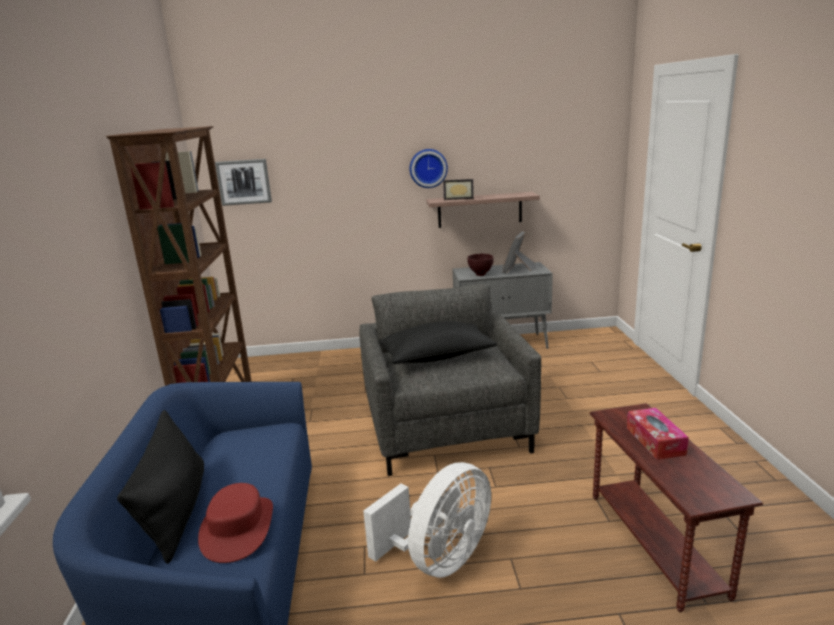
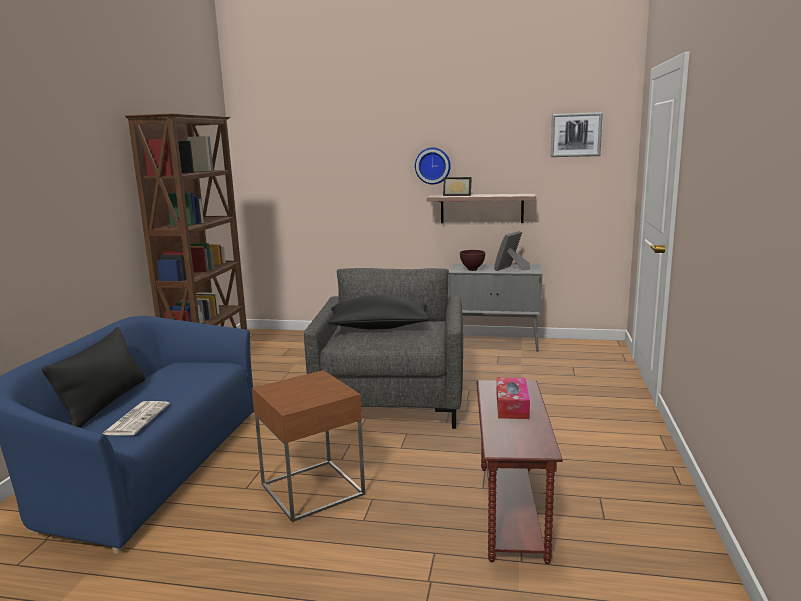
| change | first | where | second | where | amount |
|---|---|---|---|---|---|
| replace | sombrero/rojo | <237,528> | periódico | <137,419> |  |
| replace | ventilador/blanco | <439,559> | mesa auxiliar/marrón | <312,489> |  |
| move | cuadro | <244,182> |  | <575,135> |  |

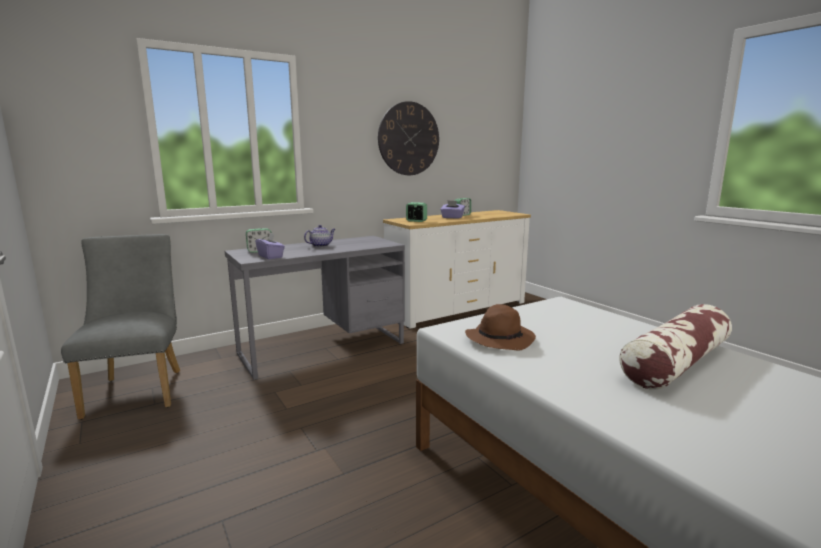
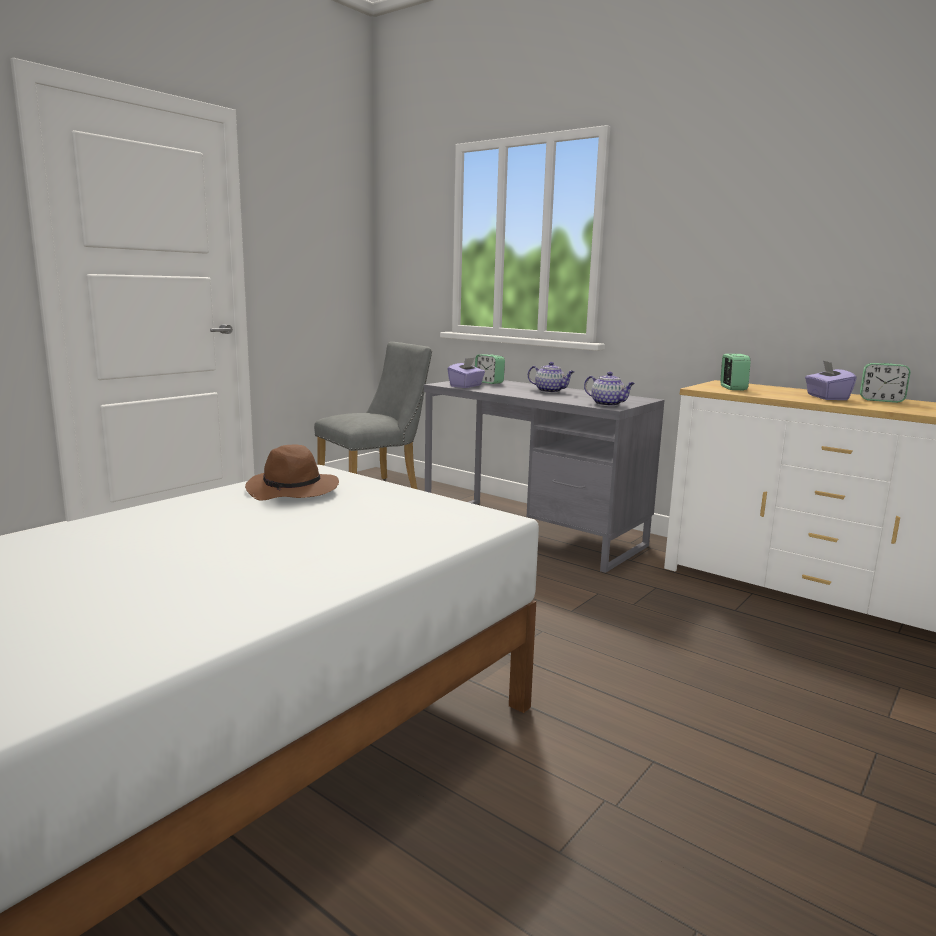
| change | first | where | second | where | amount |
|---|---|---|---|---|---|
| insert |  |  | tetera | <608,404> |  |
| delete | reloj de pared | <409,139> |  |  |  |
| delete | cojín | <676,363> |  |  |  |

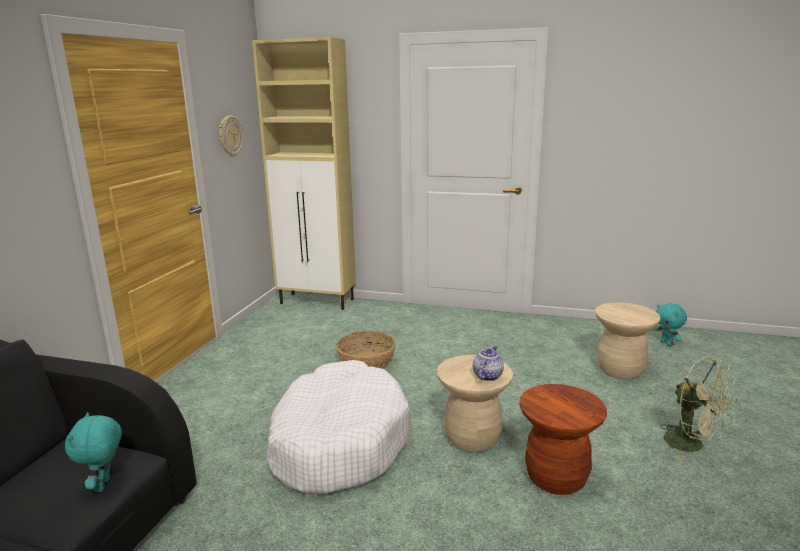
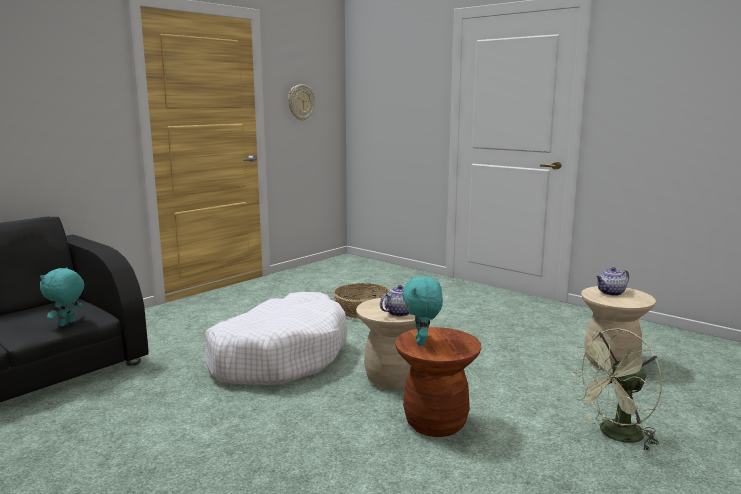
| change | first | where | second | where | amount |
|---|---|---|---|---|---|
| move | peluche/turquesa | <667,343> |  | <422,342> |  |
| rotate | ventilador/verde | <692,445> |  | <615,436> | 75 degrees clockwise |
| insert |  |  | tetera | <611,293> |  |
| delete | armario/beis | <318,301> |  |  |  |

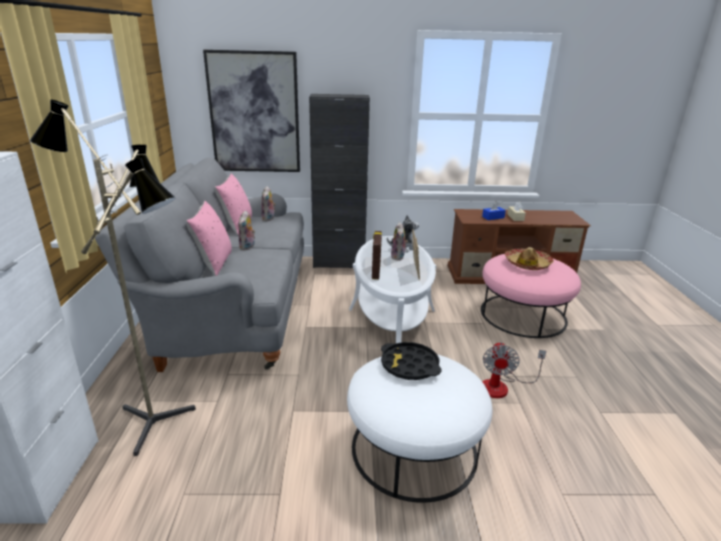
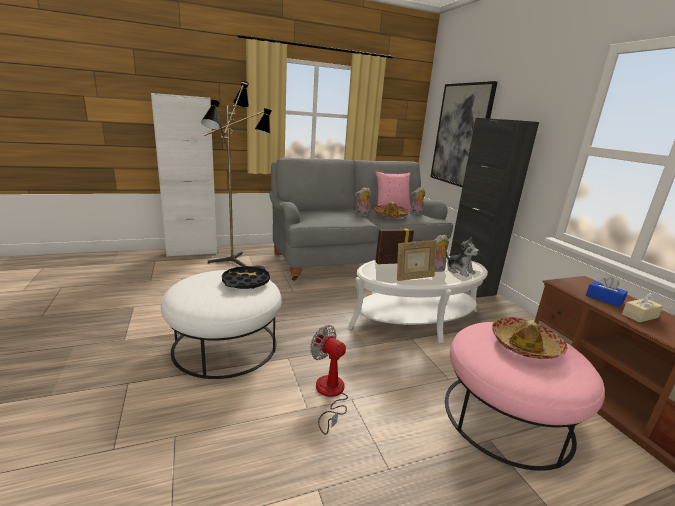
| change | first | where | second | where | amount |
|---|---|---|---|---|---|
| rotate | ventilador | <502,386> |  | <329,394> | 45 degrees clockwise |
| insert |  |  | sombrero | <390,215> |  |
| delete | cojín/rosa | <213,263> |  |  |  |

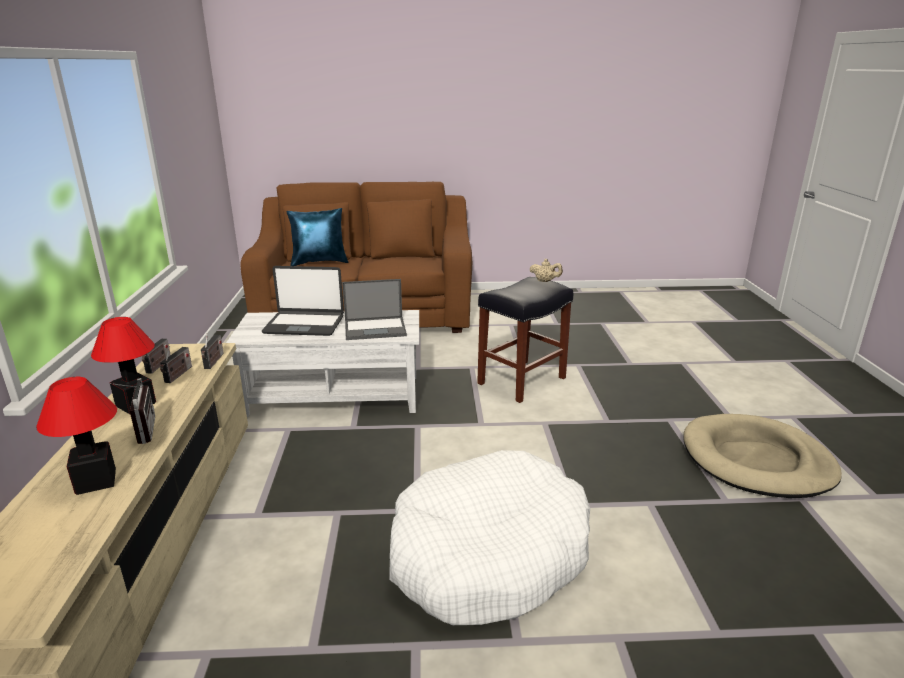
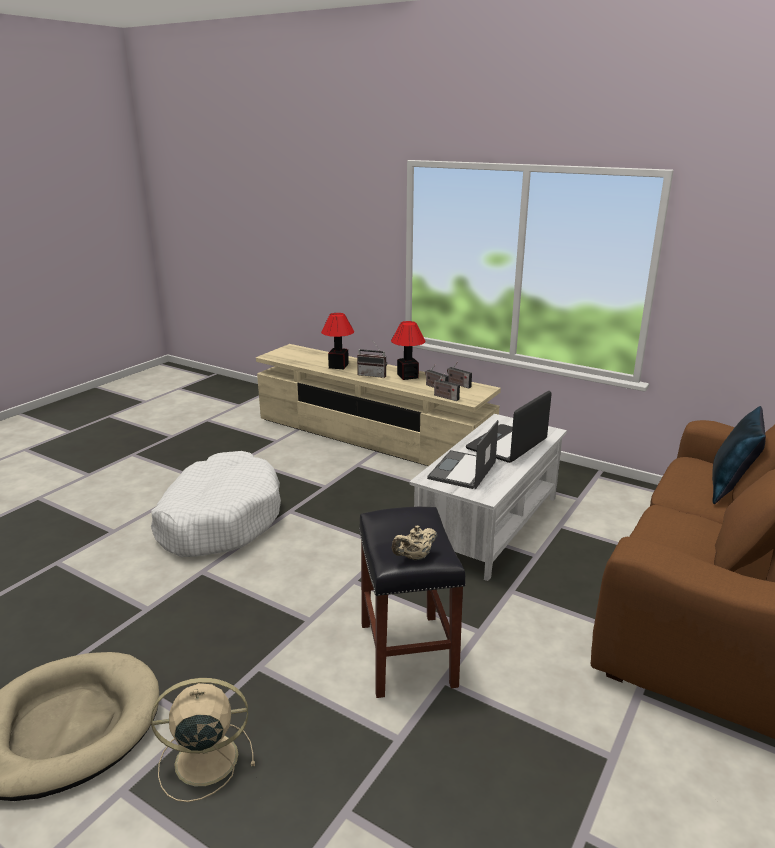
| change | first | where | second | where | amount |
|---|---|---|---|---|---|
| insert |  |  | ventilador/beis | <203,760> |  |

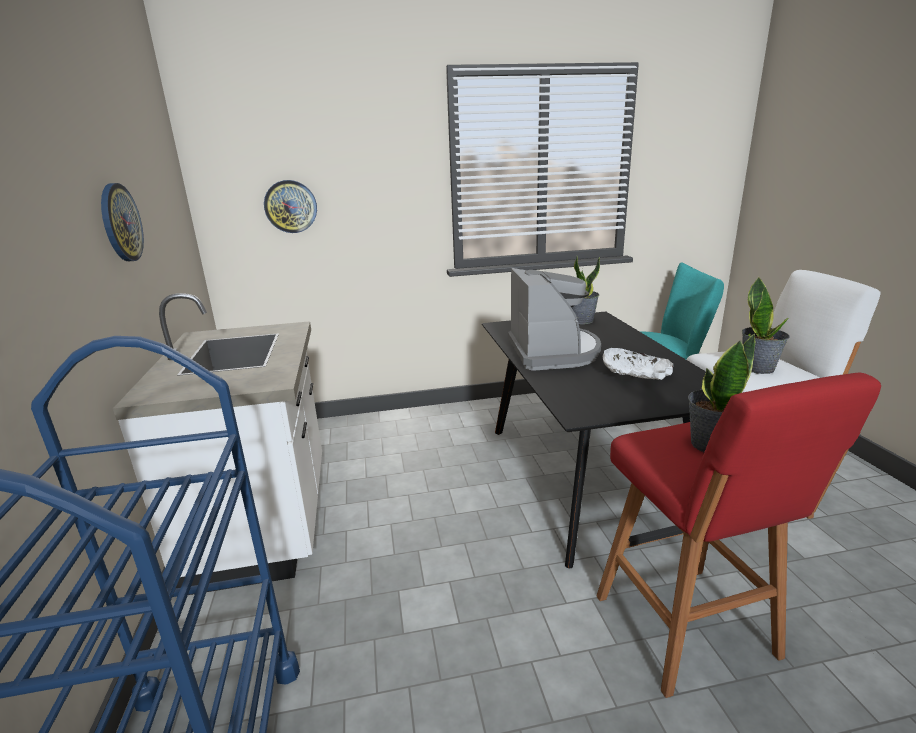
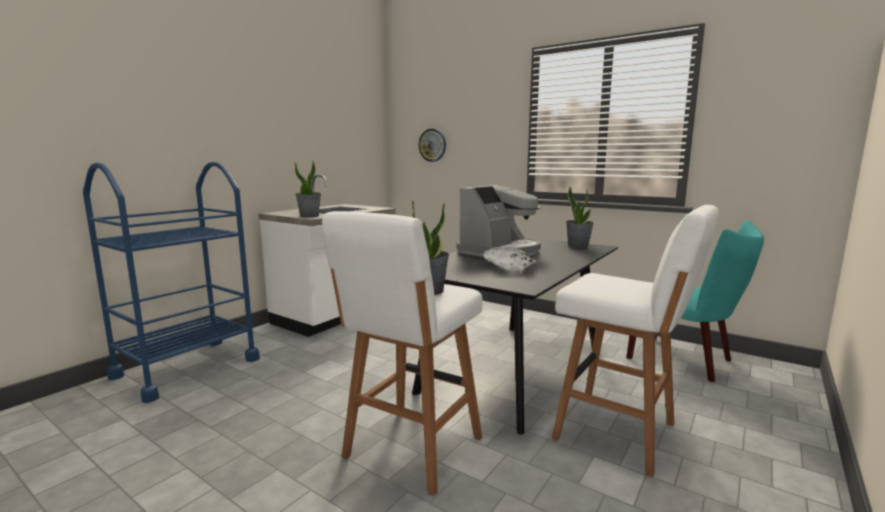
| change | first | where | second | where | amount |
|---|---|---|---|---|---|
| move | planta en maceta | <758,368> |  | <309,216> |  |
| recolor | taburete/rojo | <688,630> | taburete/blanco | <411,450> |  |
| delete | reloj de pared | <120,223> |  |  |  |

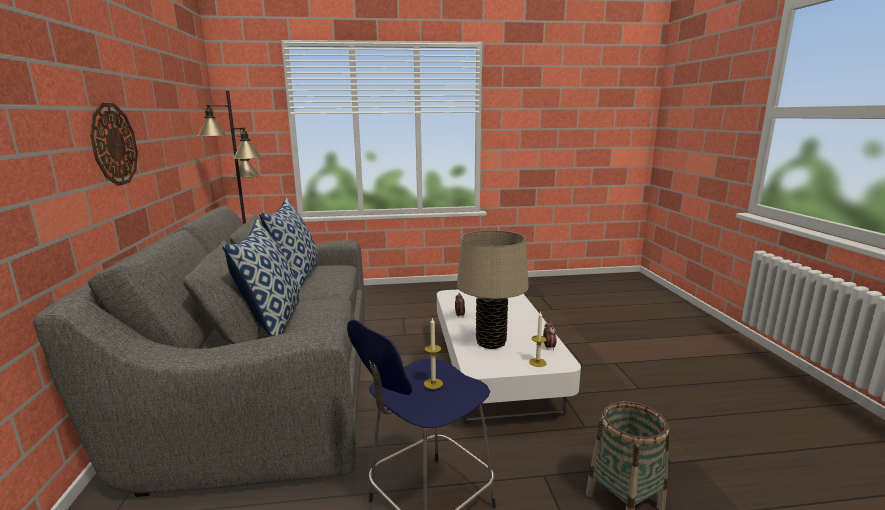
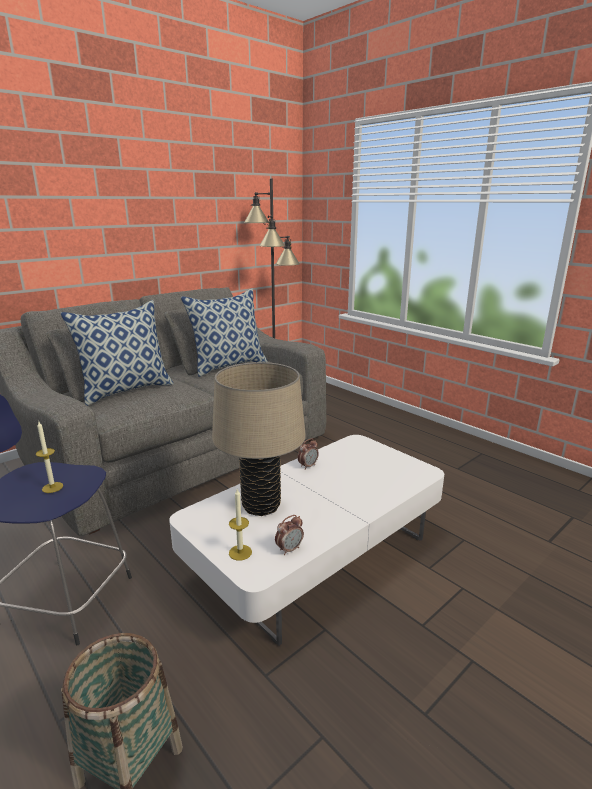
| change | first | where | second | where | amount |
|---|---|---|---|---|---|
| delete | reloj de pared | <113,144> |  |  |  |

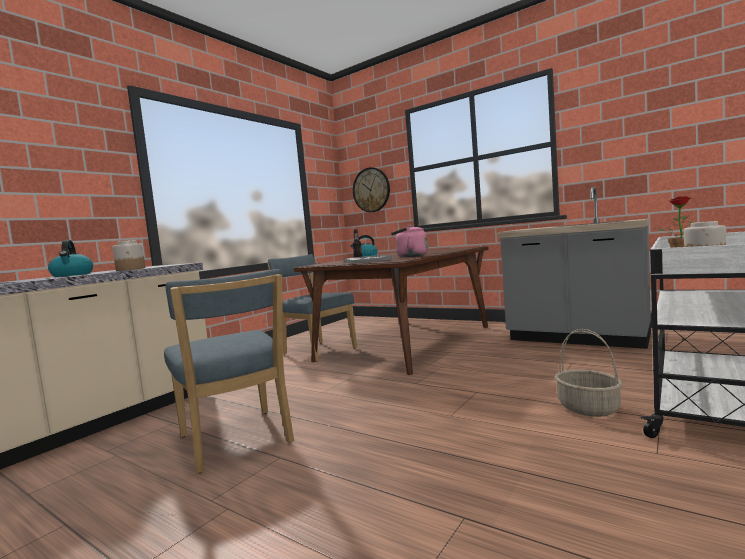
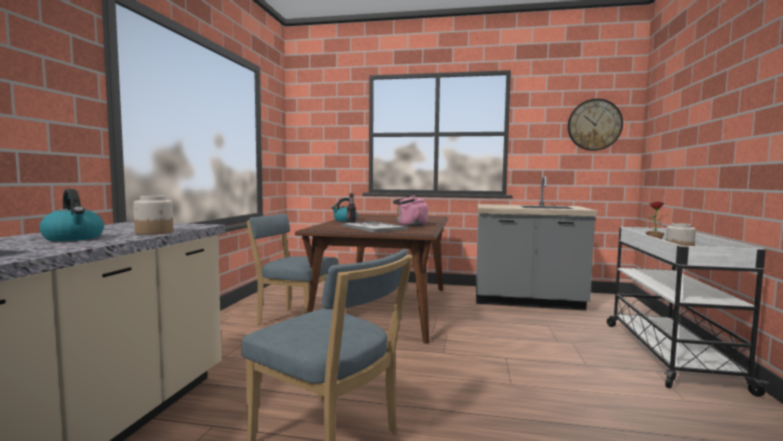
| change | first | where | second | where | amount |
|---|---|---|---|---|---|
| move | reloj de pared | <371,190> |  | <594,125> |  |
| delete | cesta | <589,408> |  |  |  |

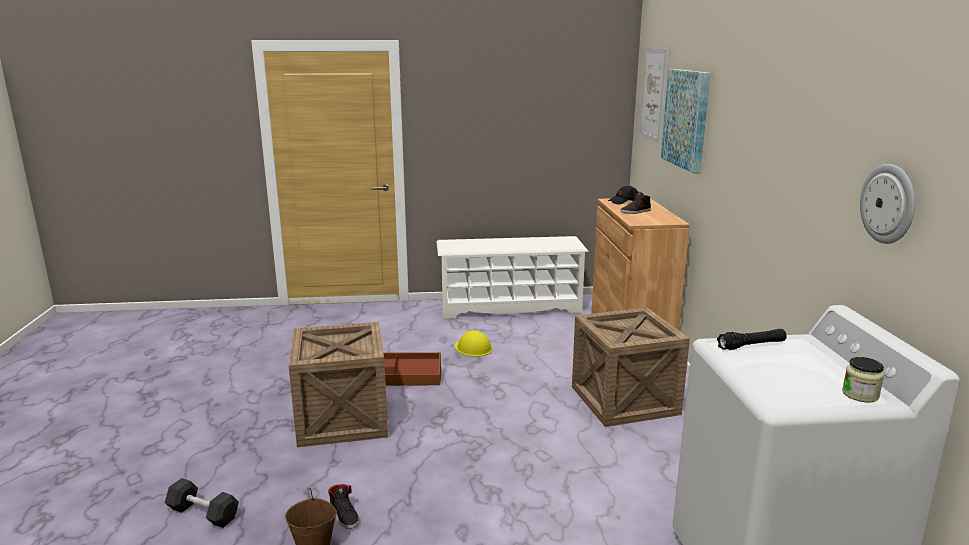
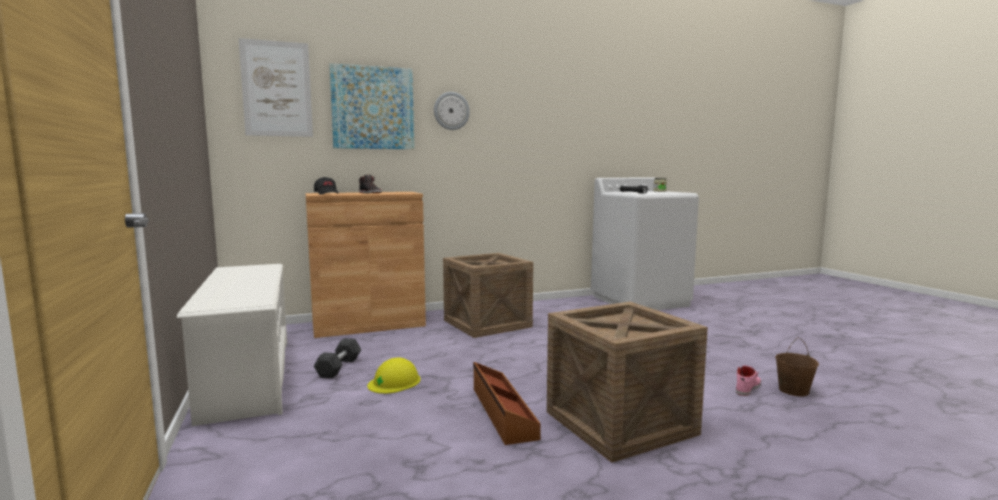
| change | first | where | second | where | amount |
|---|---|---|---|---|---|
| move | mancuerna/gris | <203,513> |  | <339,367> |  |
| move | reloj de pared | <889,204> |  | <451,111> |  |
| recolor | zapato/negro | <344,515> | zapato/rosa | <747,388> |  |

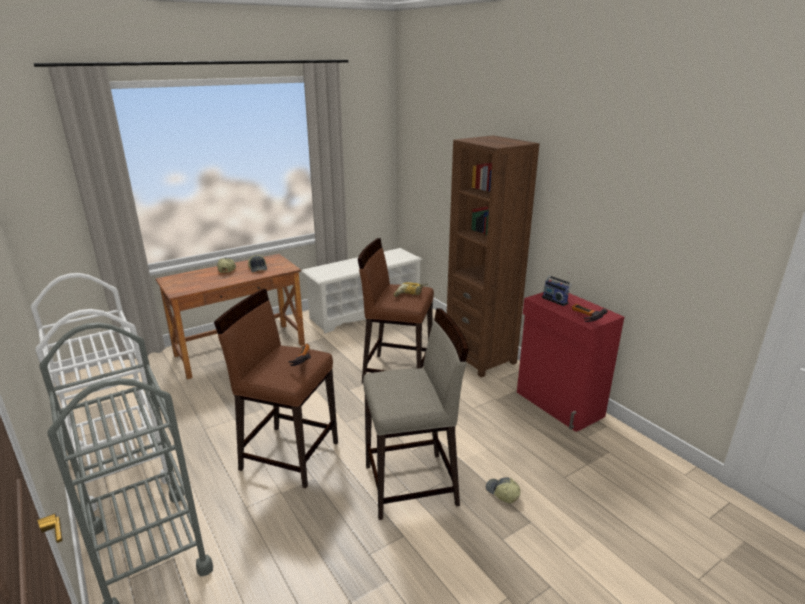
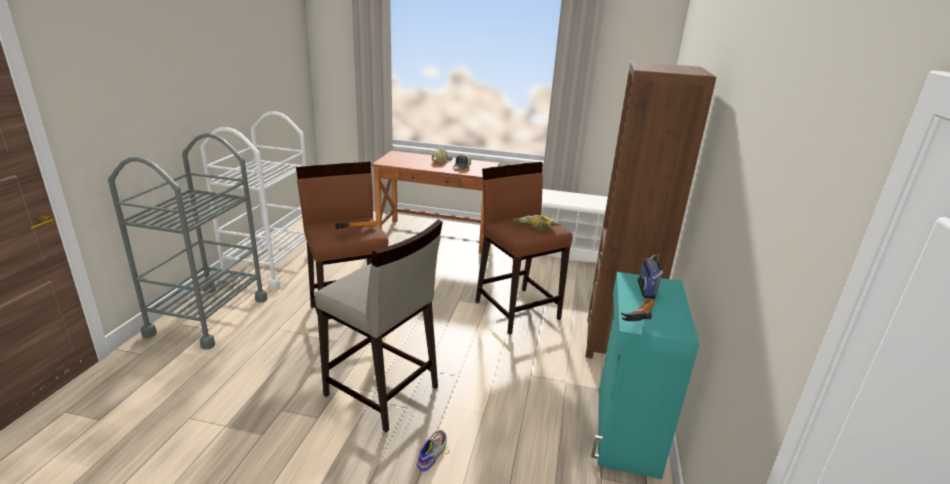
| change | first | where | second | where | amount |
|---|---|---|---|---|---|
| replace | gorra | <502,493> | zapato | <432,452> |  |
| recolor | armario/rojo | <558,405> | armario/turquesa | <625,430> |  |

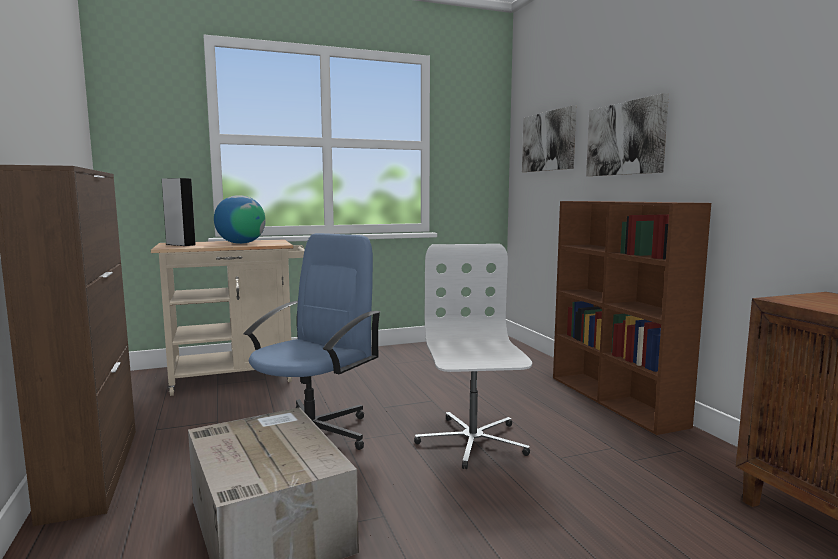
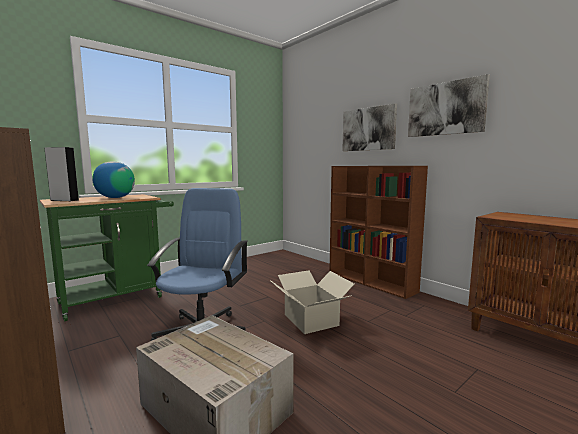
| change | first | where | second | where | amount |
|---|---|---|---|---|---|
| recolor | carrito/beis | <241,376> | carrito/verde | <118,298> |  |
| replace | silla de oficina/blanco | <472,441> | caja de cartón | <311,319> |  |
| move | cuadro | <549,141> |  | <445,109> |  |

